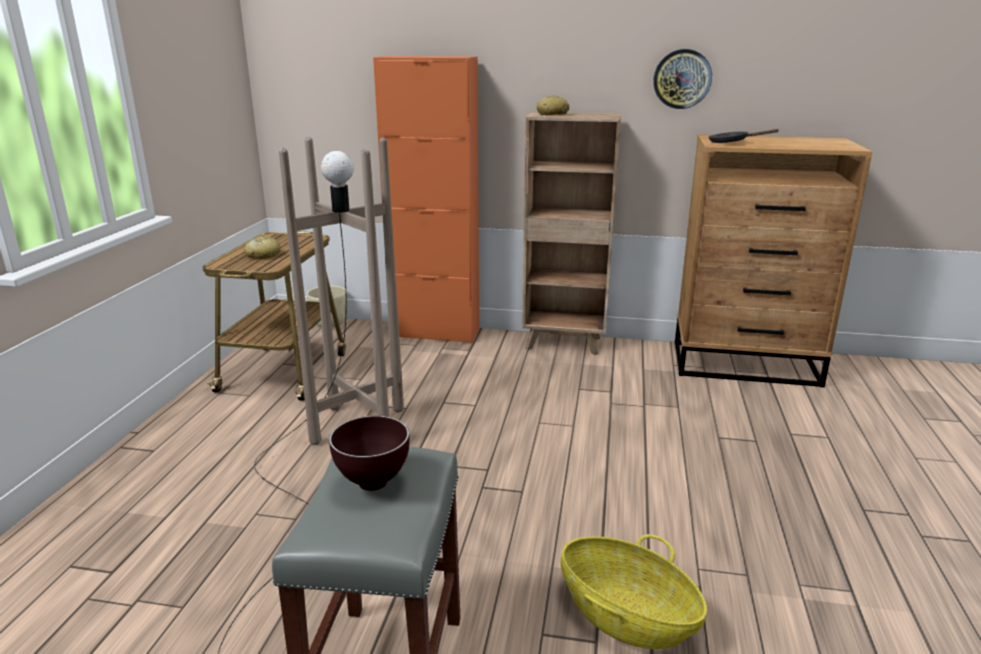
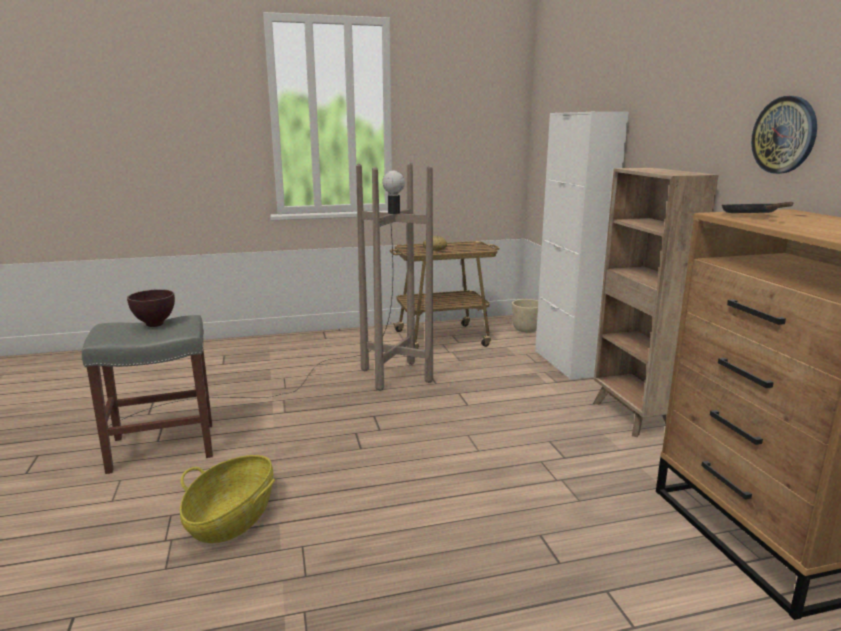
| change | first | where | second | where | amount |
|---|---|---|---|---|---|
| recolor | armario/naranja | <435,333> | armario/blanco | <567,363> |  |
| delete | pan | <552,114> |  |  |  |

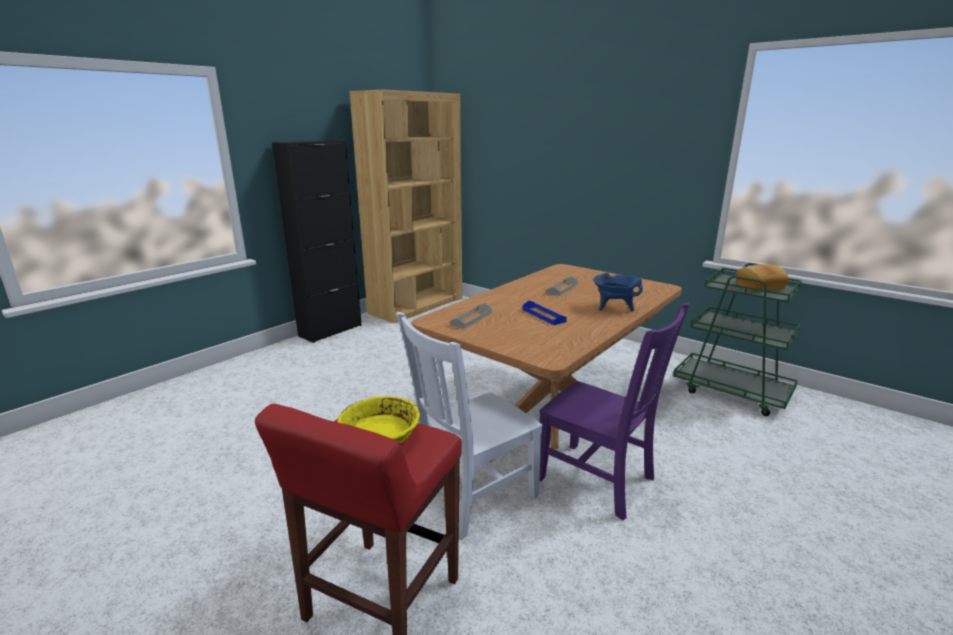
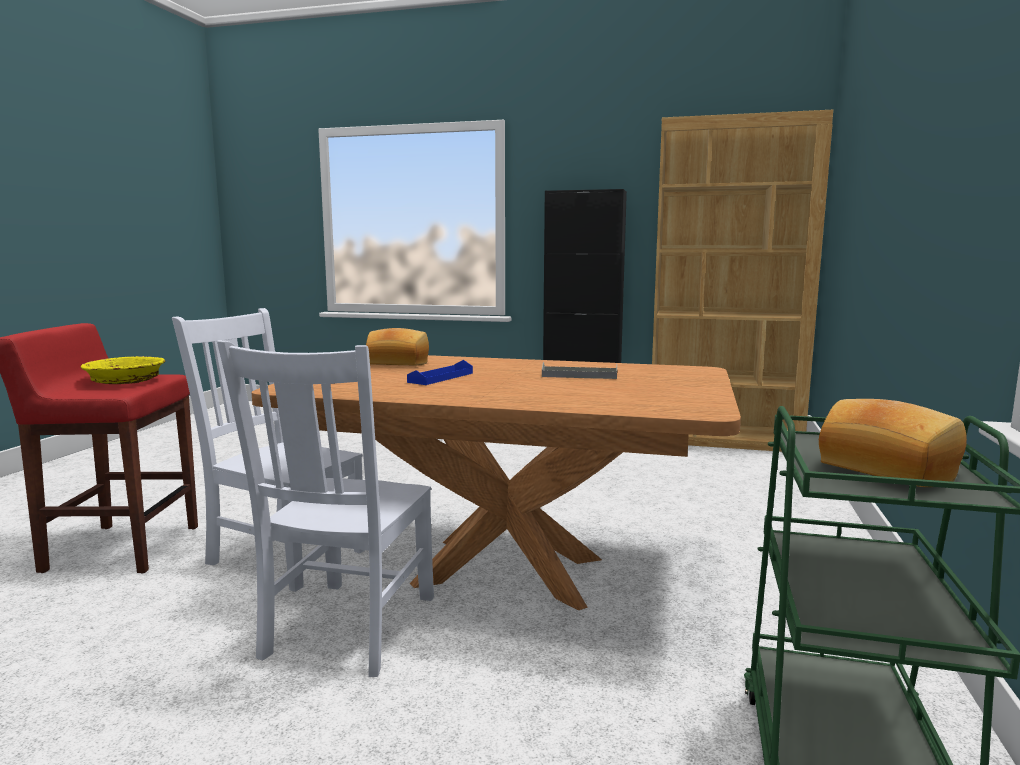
| change | first | where | second | where | amount |
|---|---|---|---|---|---|
| recolor | silla/morado | <599,480> | silla/blanco | <348,629> |  |
| replace | bandeja/gris | <471,318> | pan | <399,363> |  |
| delete | olla/azul | <614,308> |  |  |  |

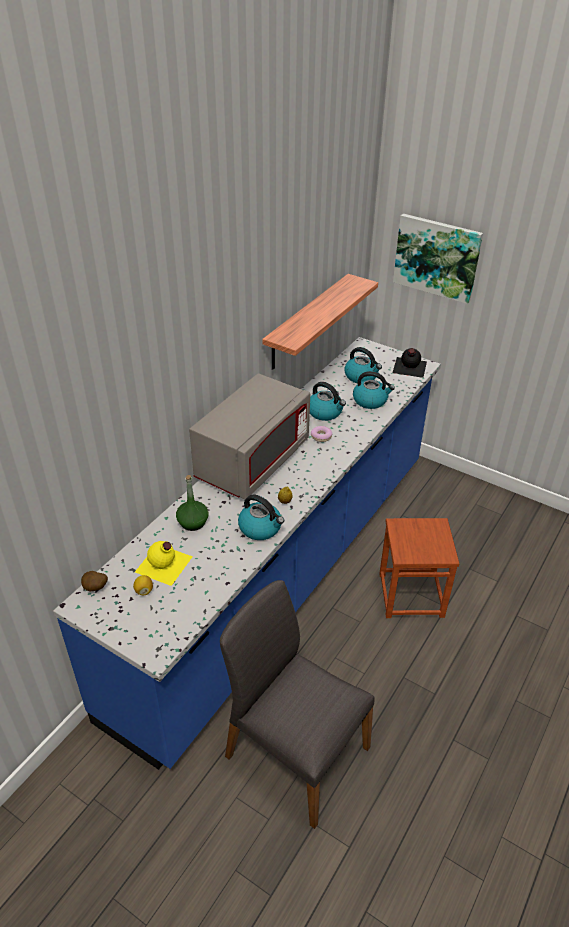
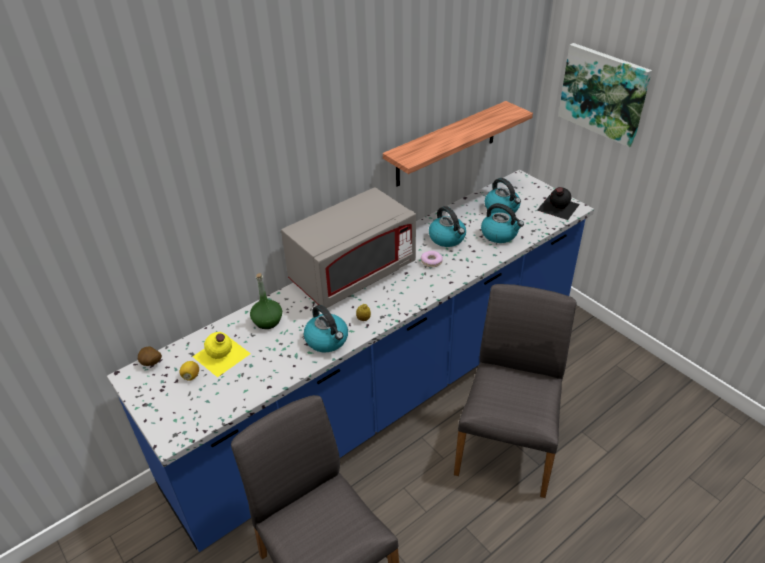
| change | first | where | second | where | amount |
|---|---|---|---|---|---|
| replace | taburete/marrón | <411,594> | silla/gris | <507,443> |  |

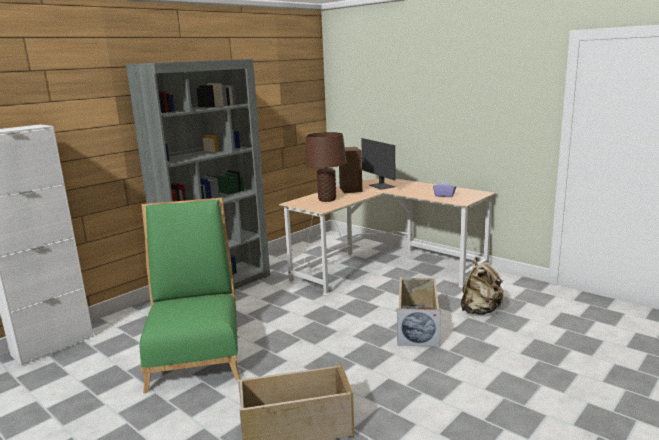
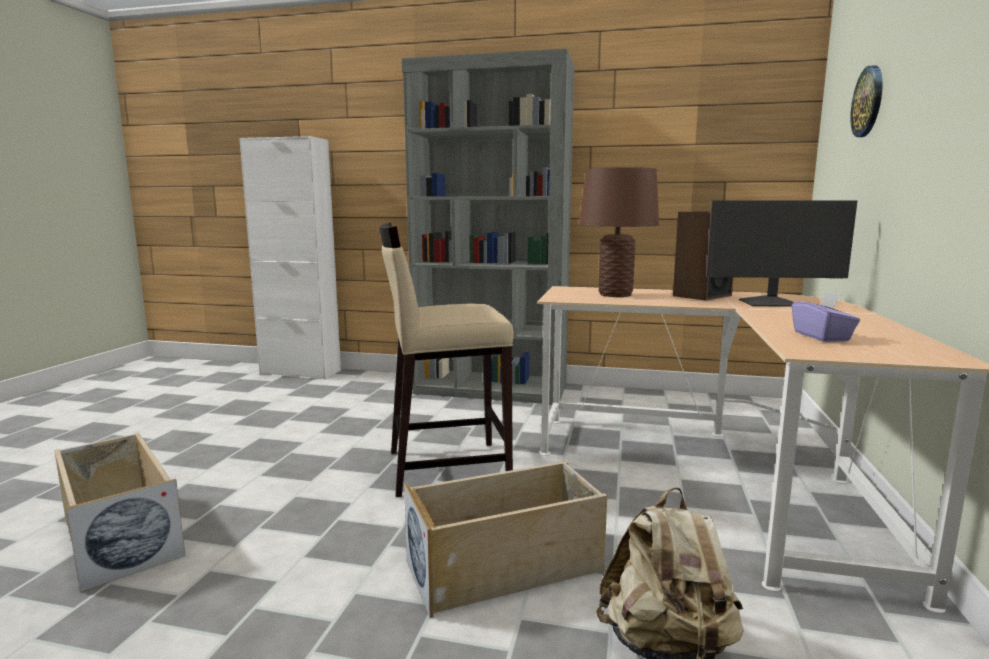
| change | first | where | second | where | amount |
|---|---|---|---|---|---|
| insert |  |  | taburete/beis | <446,467> |  |
| rotate | monitor | <381,186> |  | <770,303> | 120 degrees counterclockwise |
| insert |  |  | reloj de pared | <868,101> |  |
| delete | silla/verde | <196,353> |  |  |  |

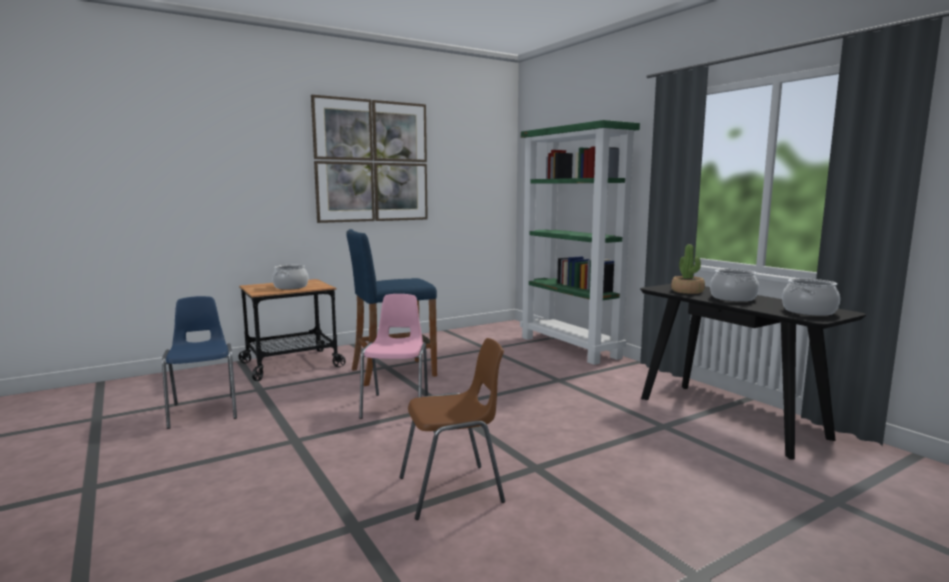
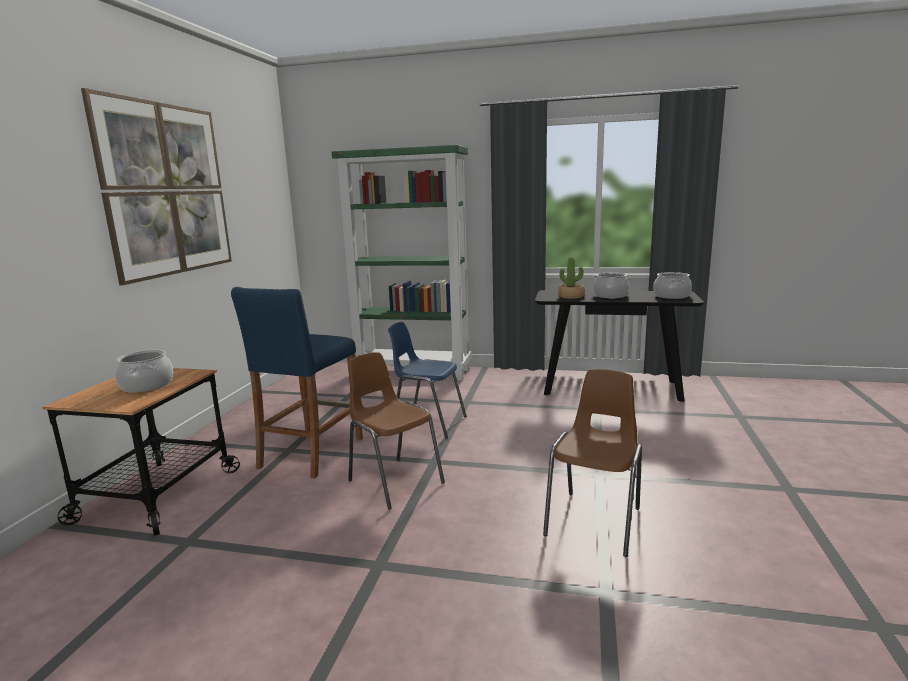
| change | first | where | second | where | amount |
|---|---|---|---|---|---|
| recolor | silla/rosa | <397,406> | silla/marrón | <394,481> |  |
| move | silla/azul | <204,411> |  | <427,423> |  |

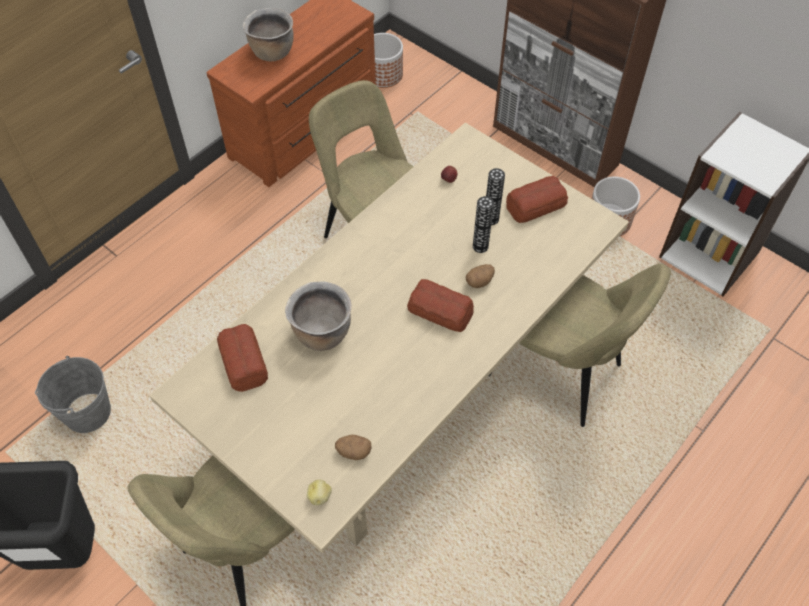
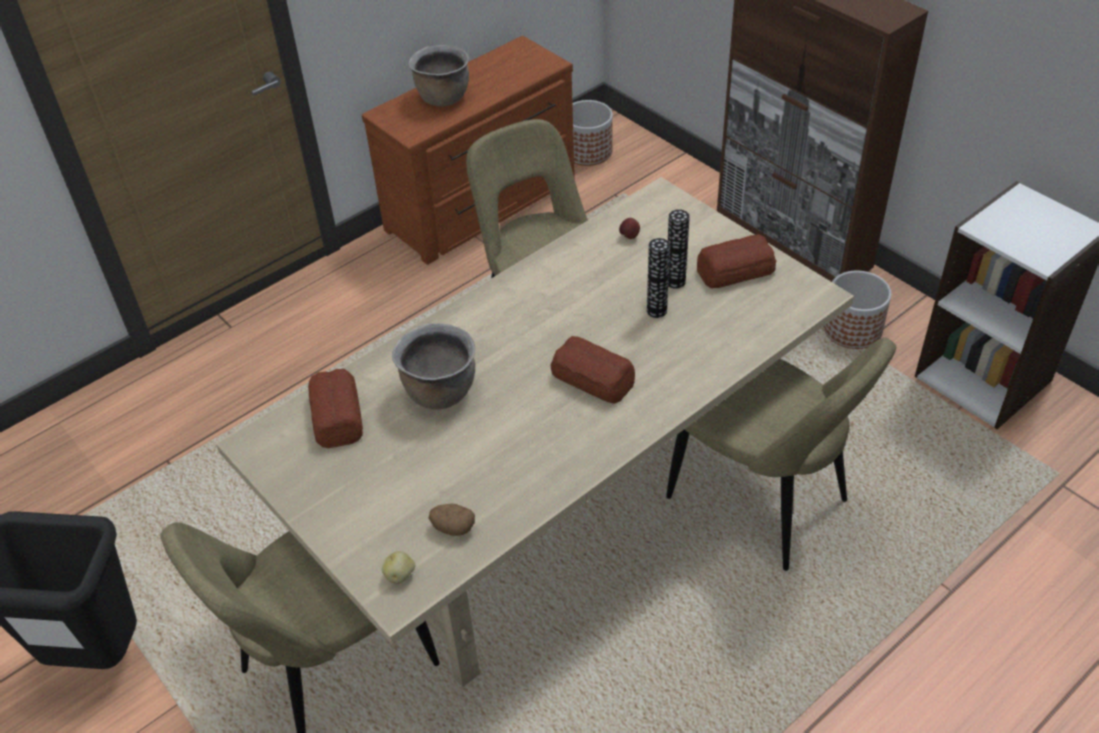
| change | first | where | second | where | amount |
|---|---|---|---|---|---|
| delete | cubo/gris | <88,413> |  |  |  |
| delete | patata | <479,281> |  |  |  |

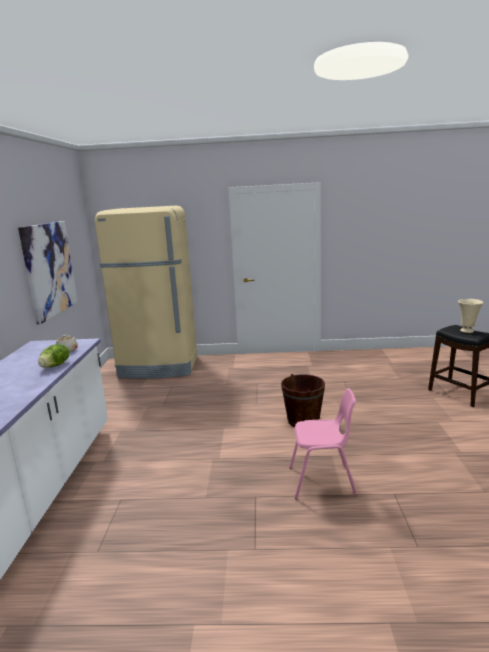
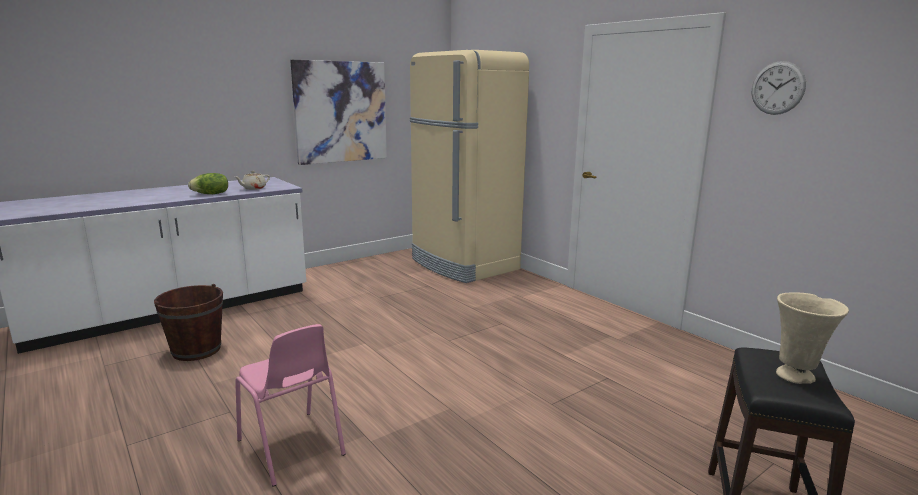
| change | first | where | second | where | amount |
|---|---|---|---|---|---|
| move | cubo/marrón | <303,420> |  | <196,350> |  |
| insert |  |  | reloj de pared | <777,88> |  |

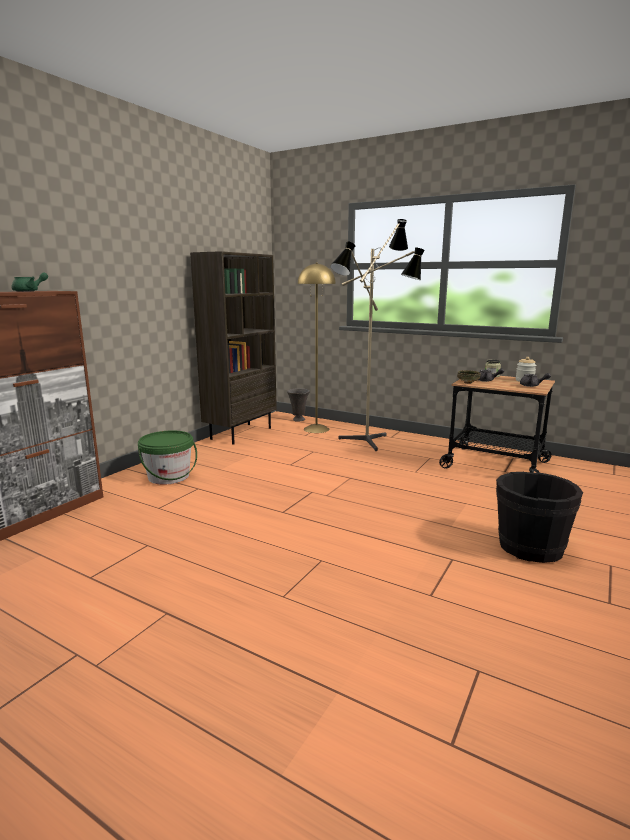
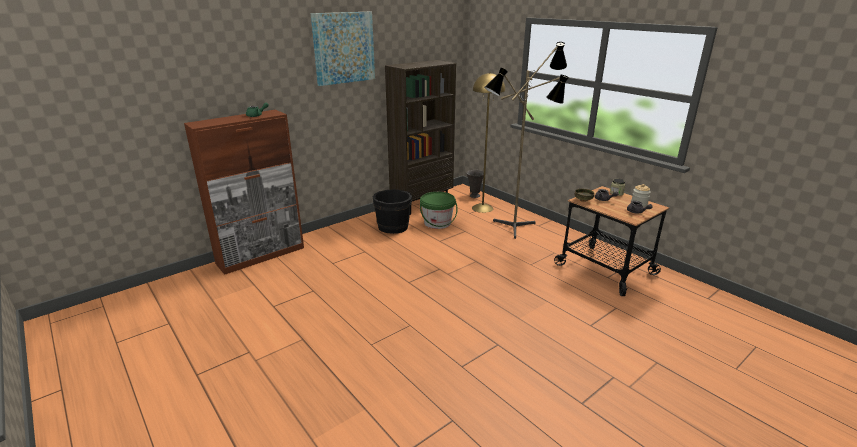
| change | first | where | second | where | amount |
|---|---|---|---|---|---|
| insert |  |  | cuadro | <343,48> |  |
| move | cubo/negro | <530,547> |  | <393,227> |  |
| move | cubo/verde | <169,477> |  | <437,223> |  |

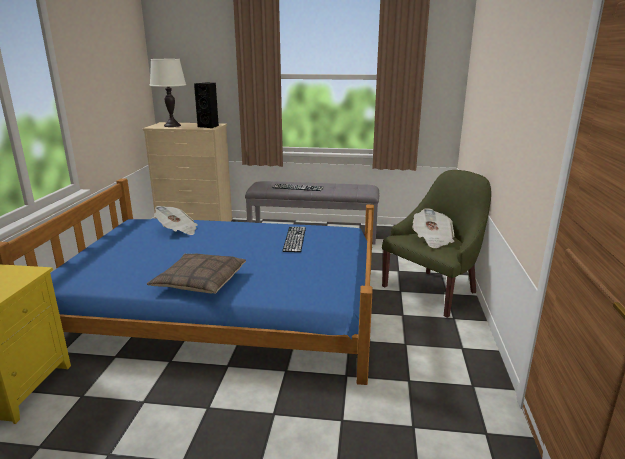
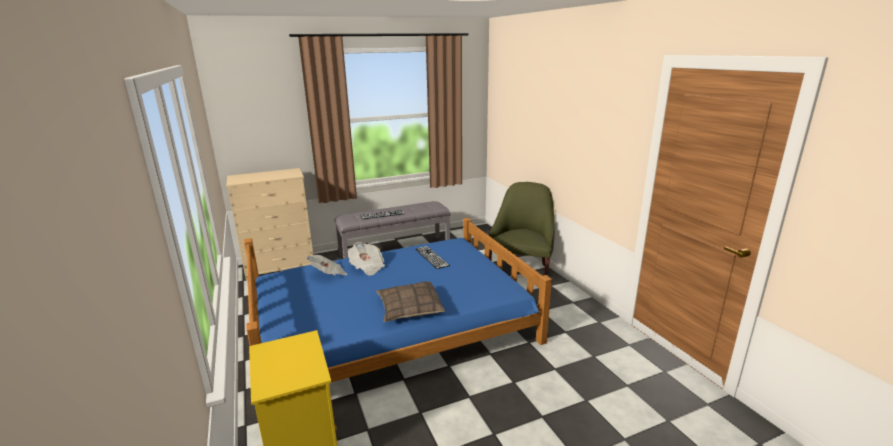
| change | first | where | second | where | amount |
|---|---|---|---|---|---|
| move | periódico | <432,239> |  | <367,267> |  |
| delete | lámpara de mesa/blanco | <172,125> |  |  |  |
| delete | altavoz/negro | <209,126> |  |  |  |

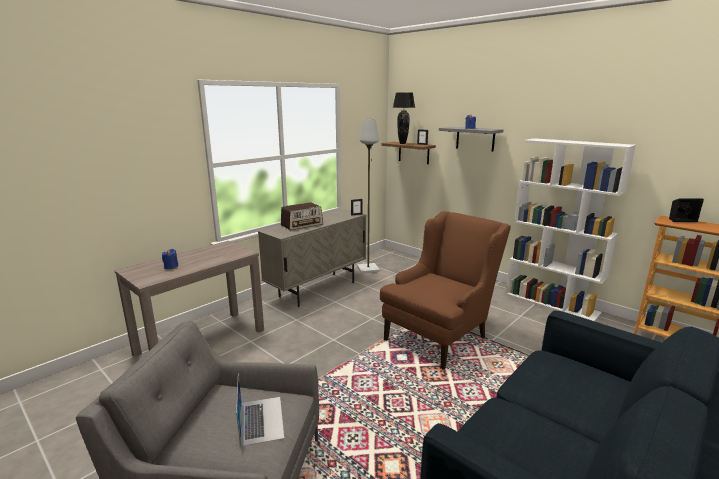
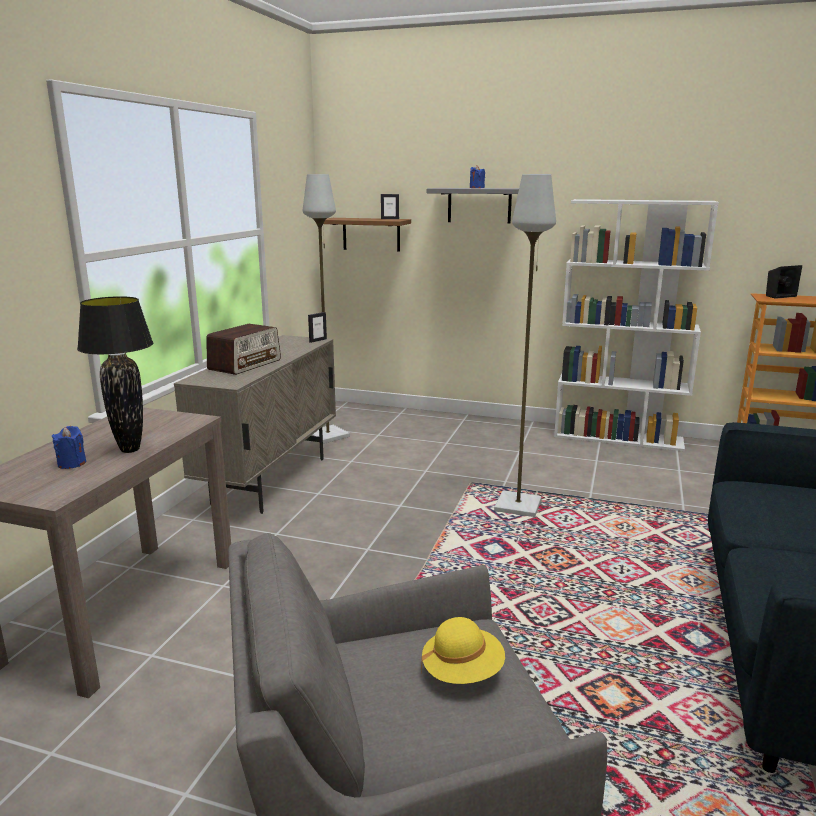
| change | first | where | second | where | amount |
|---|---|---|---|---|---|
| move | lámpara de mesa/negro | <402,143> |  | <130,450> |  |
| replace | portátil | <261,419> | sombrero/amarillo | <462,672> |  |
| replace | sillón/marrón | <441,334> | lámpara de pie/gris | <518,506> |  |

